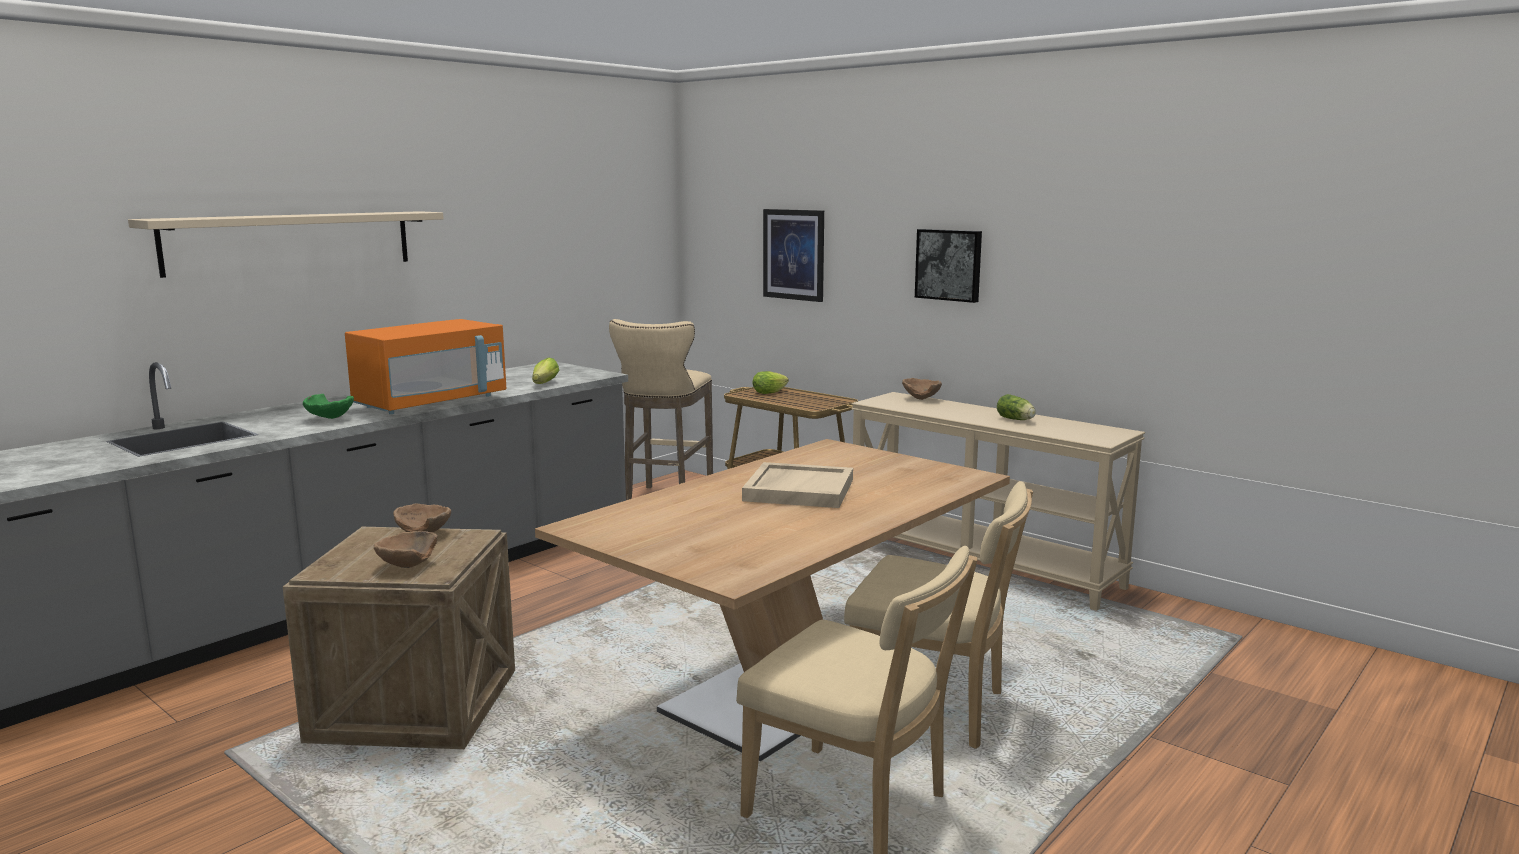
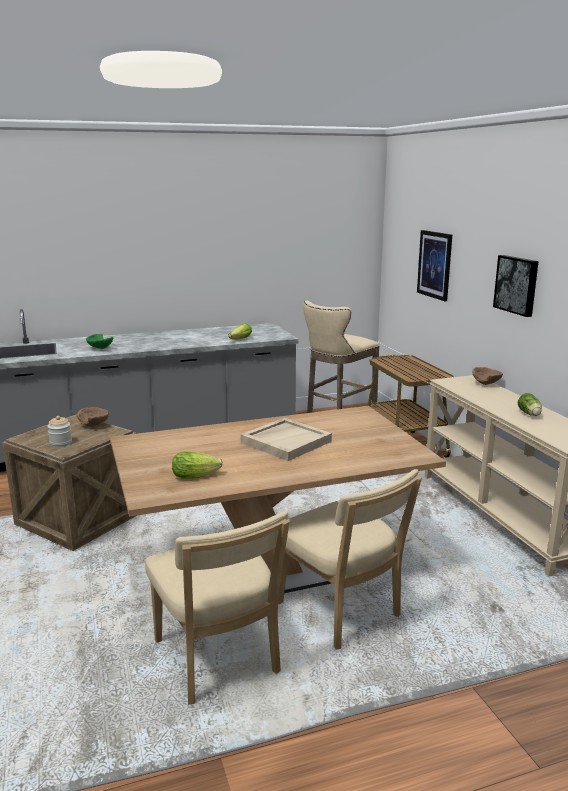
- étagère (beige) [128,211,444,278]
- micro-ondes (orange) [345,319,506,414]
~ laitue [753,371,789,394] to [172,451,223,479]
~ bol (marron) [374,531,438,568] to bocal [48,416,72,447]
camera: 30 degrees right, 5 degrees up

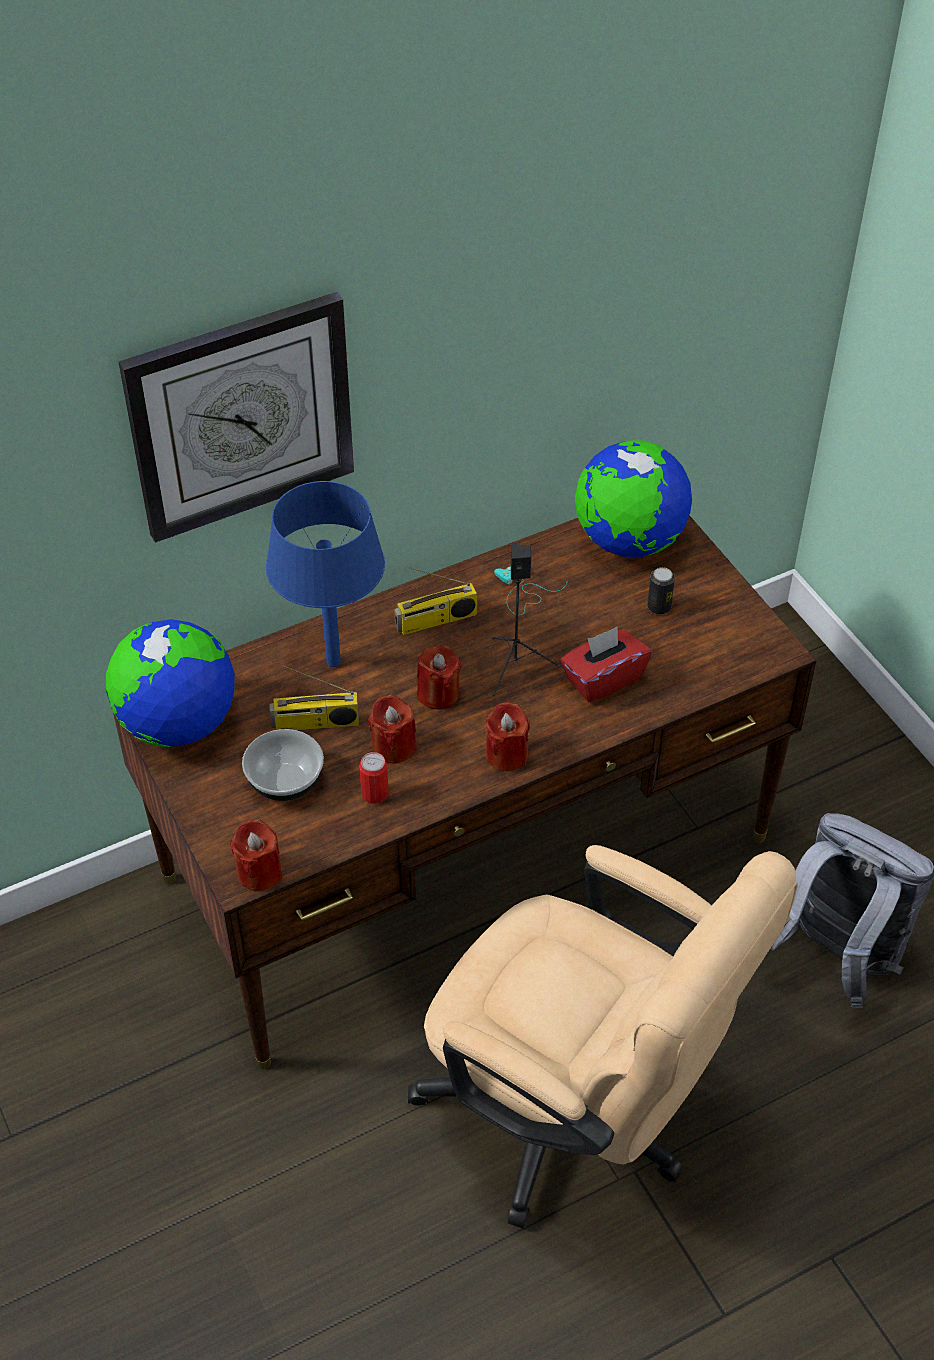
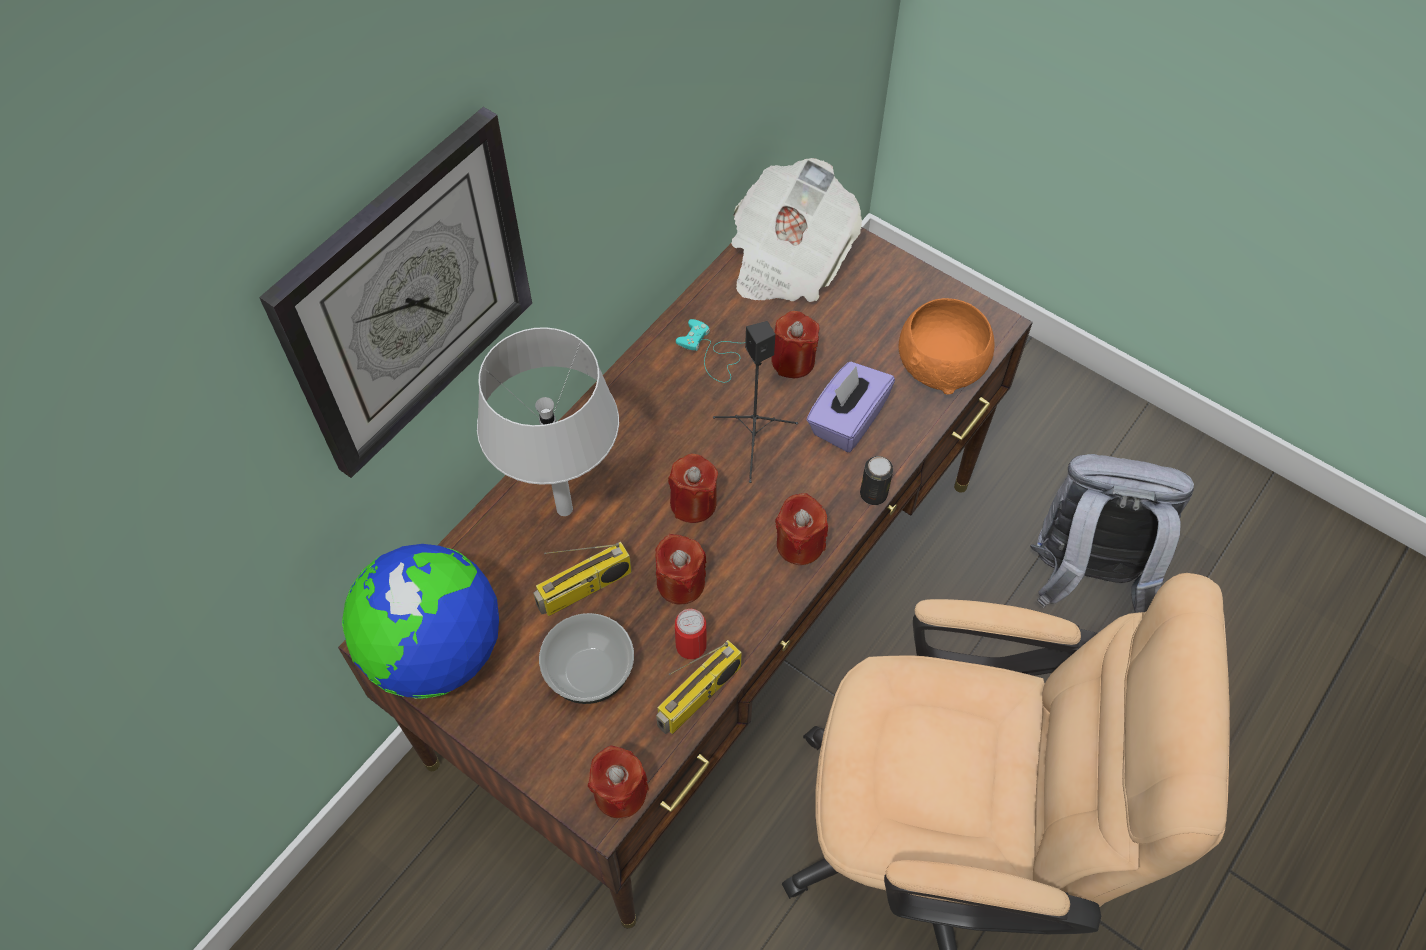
+ bougie (rouge) [772,311,820,378]
+ bol (orange) [899,298,995,394]
~ radio [394,567,477,635] to [656,640,742,734]
~ boîte métallique [647,567,675,614] to [860,456,893,505]
~ globe [575,440,692,557] to journal [731,158,862,302]
~ lampe de table (bleu) [266,481,385,667] to lampe de table (gris) [477,327,619,516]
~ boîte à mouchoirs (rouge) [560,627,651,703] to boîte à mouchoirs (violet) [806,362,895,452]
camera: 25 degrees left, 10 degrees up

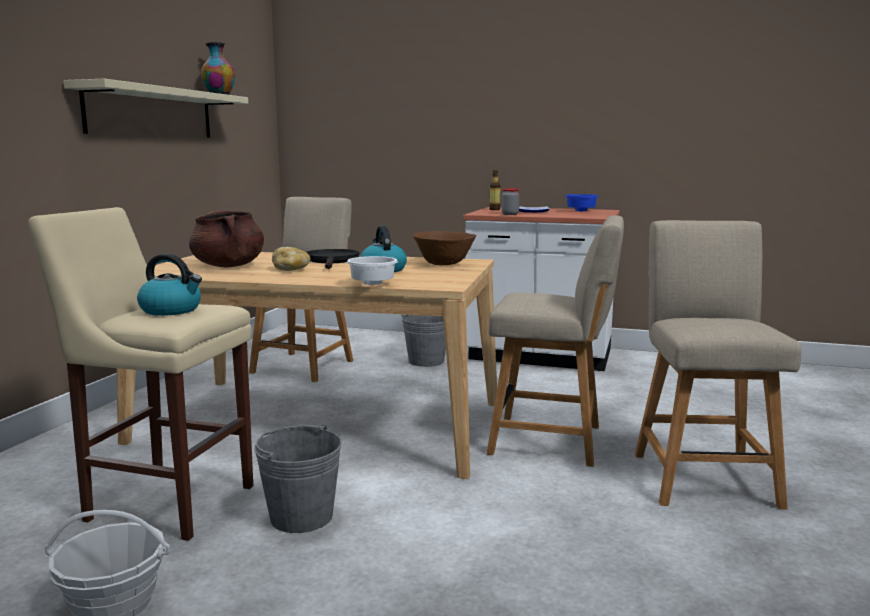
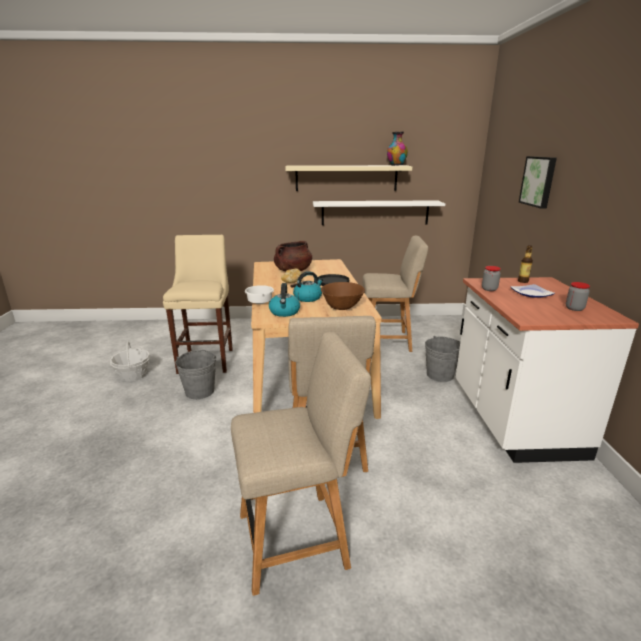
+ étagère (blanc) [313,200,445,225]
+ tableau [519,156,557,209]
~ bouilloire [137,254,202,316] to [269,283,300,317]
~ bol (bleu) [565,194,599,212] to bocal [566,282,590,311]
camera: 70 degrees right, 10 degrees up

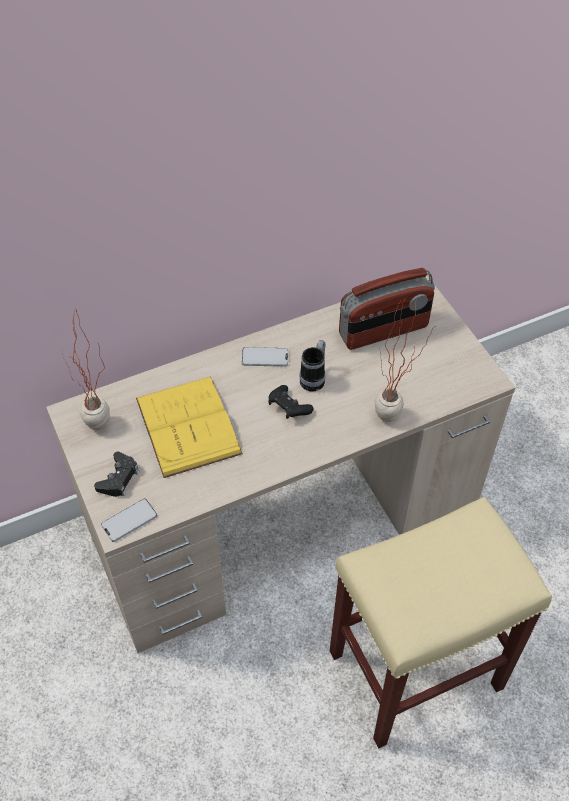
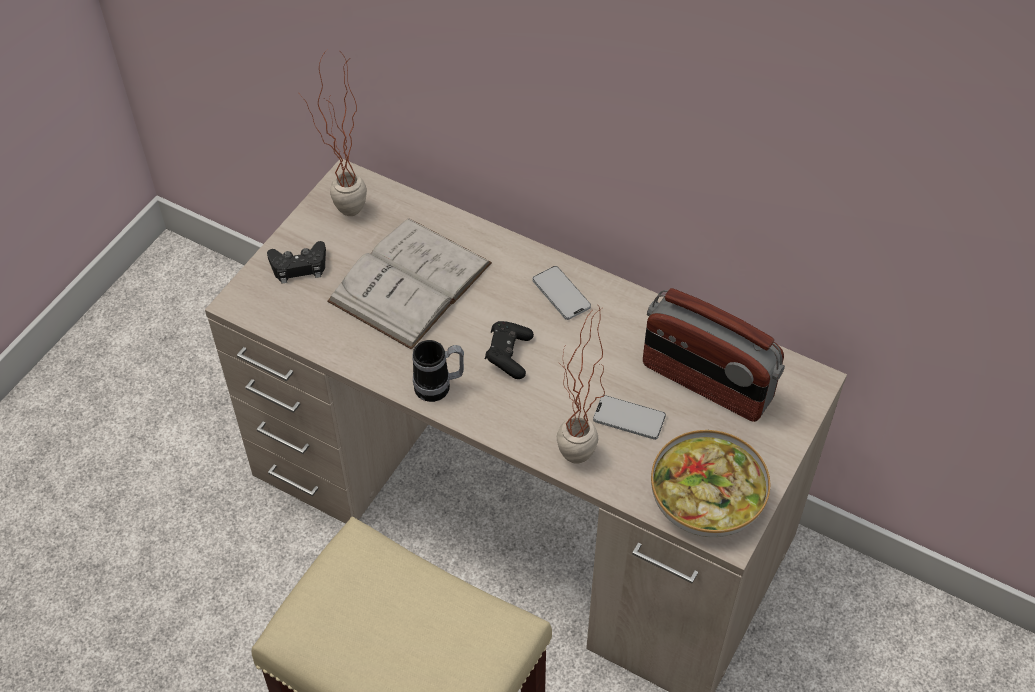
+ bol [651,430,770,537]
~ téléphone [101,498,157,542] to [593,395,666,440]
~ mug [300,340,326,391] to [413,340,464,402]
~ livre (jaune) [136,377,243,478] to livre (blanc) [327,218,492,350]
camera: 55 degrees right, 0 degrees up

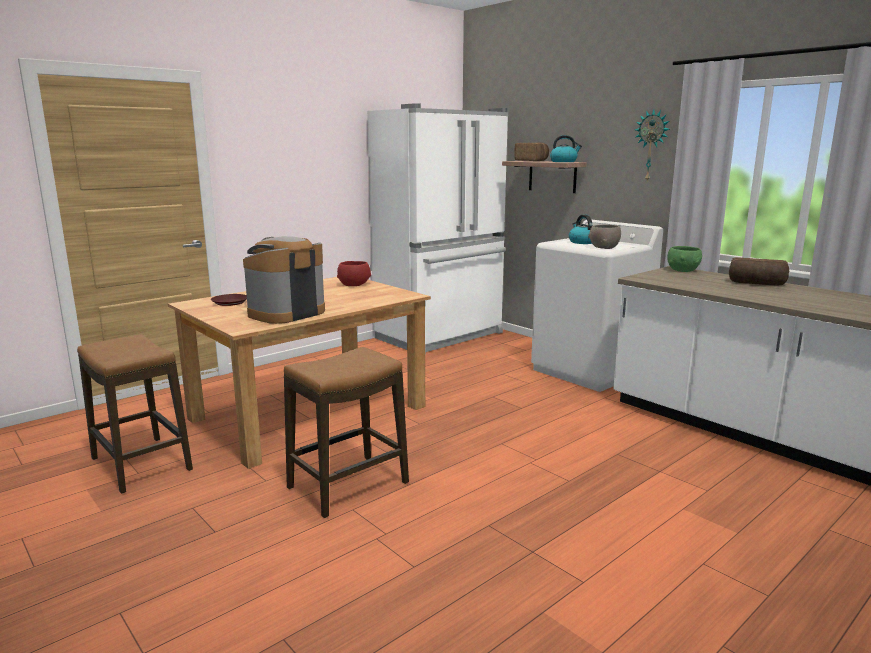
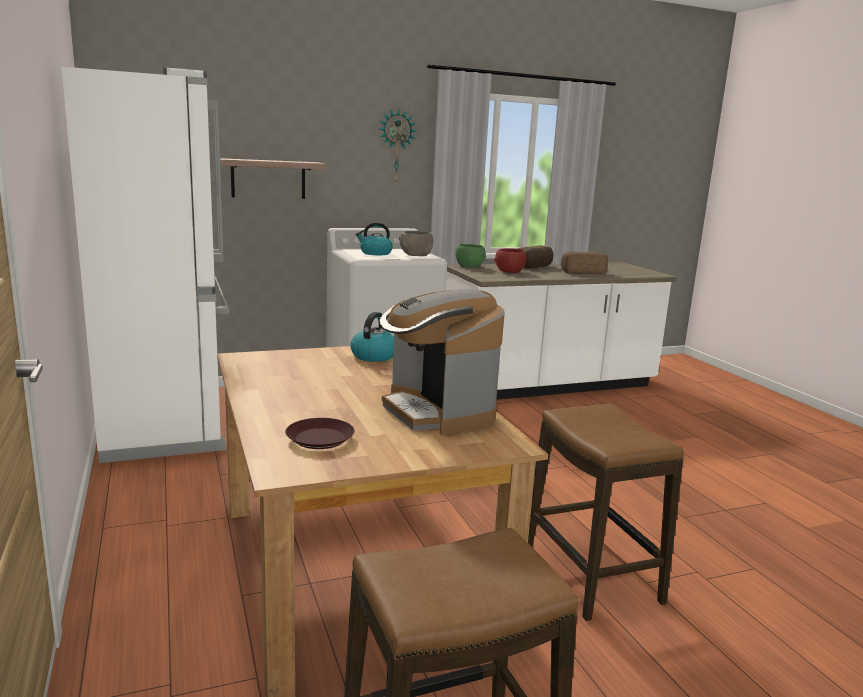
~ bol (rouge) [337,261,371,286] to [494,248,526,273]
~ pain [514,142,549,161] to [561,252,608,274]
~ bouilloire [550,135,582,162] to [350,312,394,362]
camera: 70 degrees left, 0 degrees up

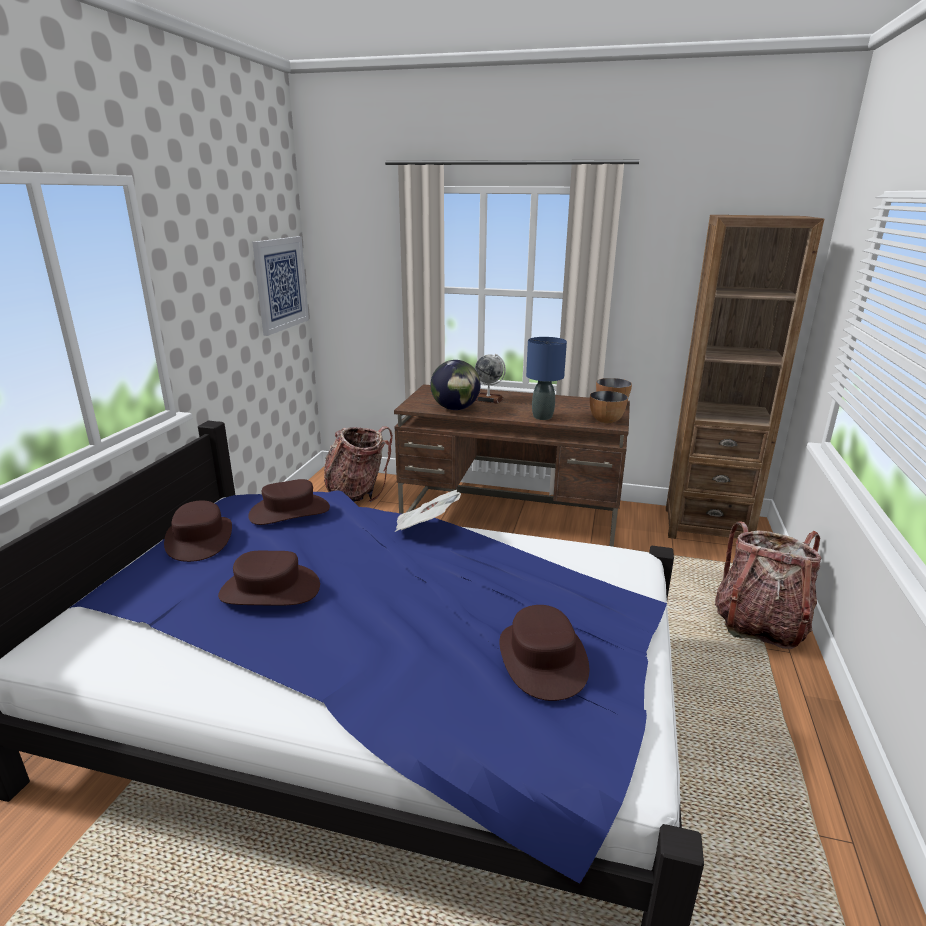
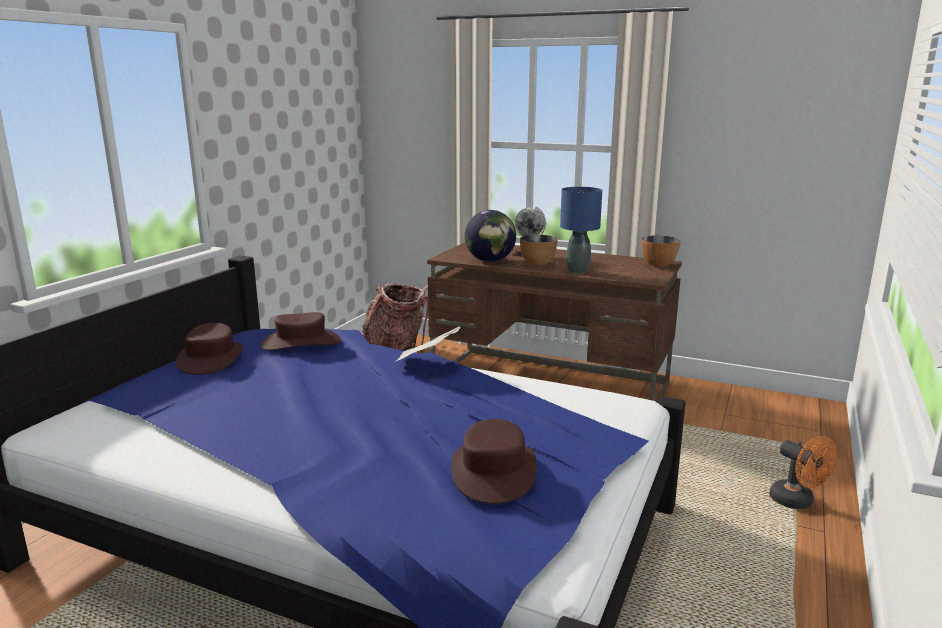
- chapeau (marron) [218,551,320,606]
- tableau [252,236,309,336]
- bibliothèque (marron) [666,215,824,539]
~ bol [590,391,628,423] to [520,235,557,266]
~ sac à dos [715,521,821,649] to ventilateur (orange) [769,436,837,509]
camera: 10 degrees right, 5 degrees down

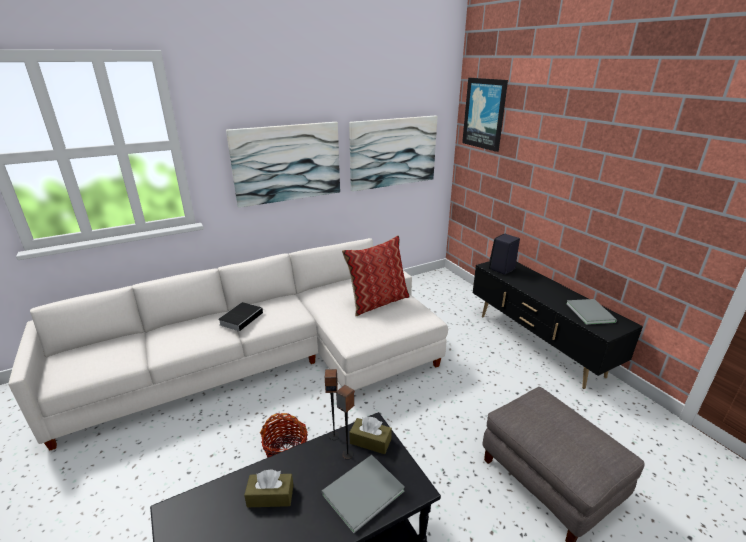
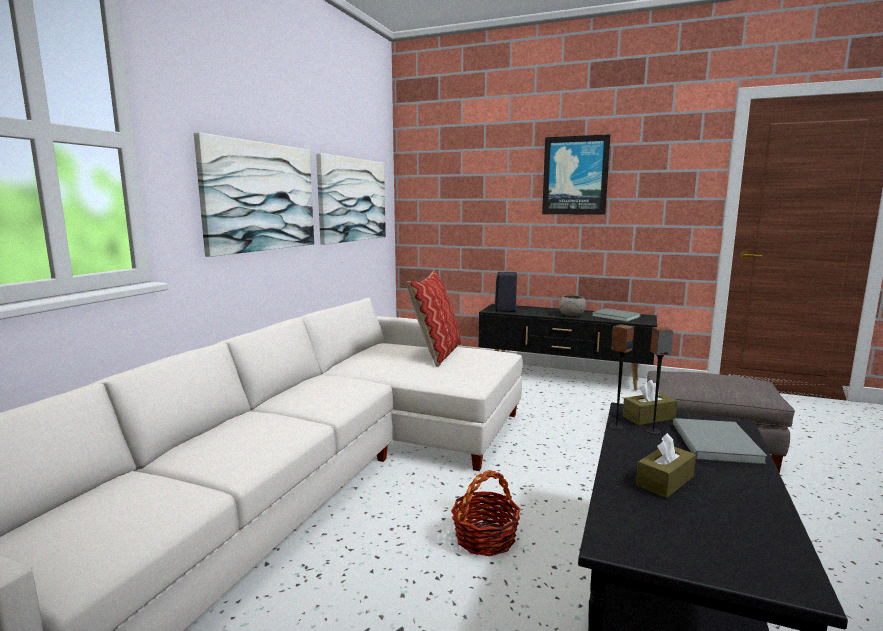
- livre [218,302,264,331]
+ bol (gris) [559,295,586,317]
~ tableau [462,78,508,152] to [542,134,610,215]
camera: 40 degrees left, 15 degrees down

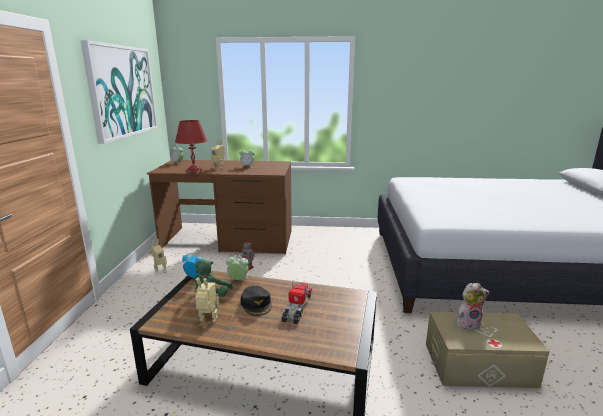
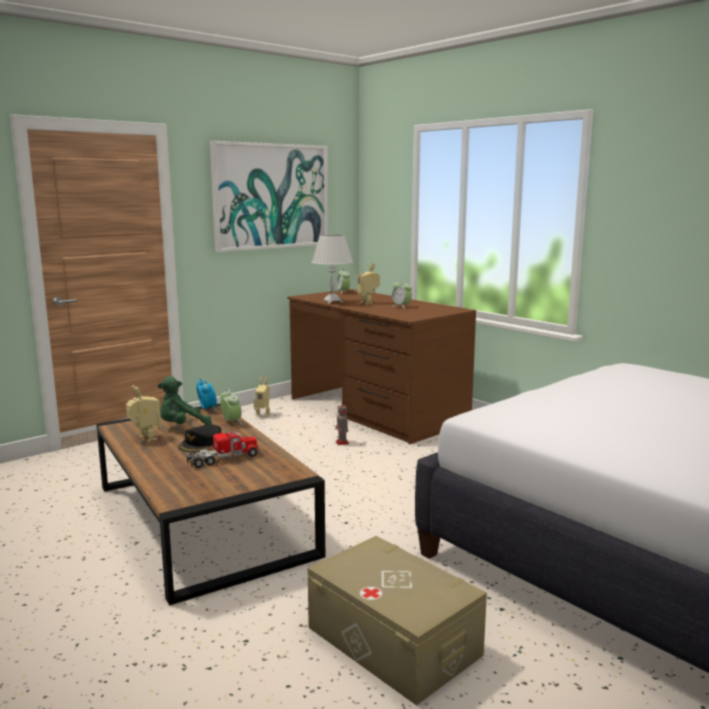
- peluche [456,283,490,330]
~ lampe de table (rouge) [175,120,208,173] to lampe de table (blanc) [312,235,353,304]
camera: 45 degrees right, 5 degrees down

